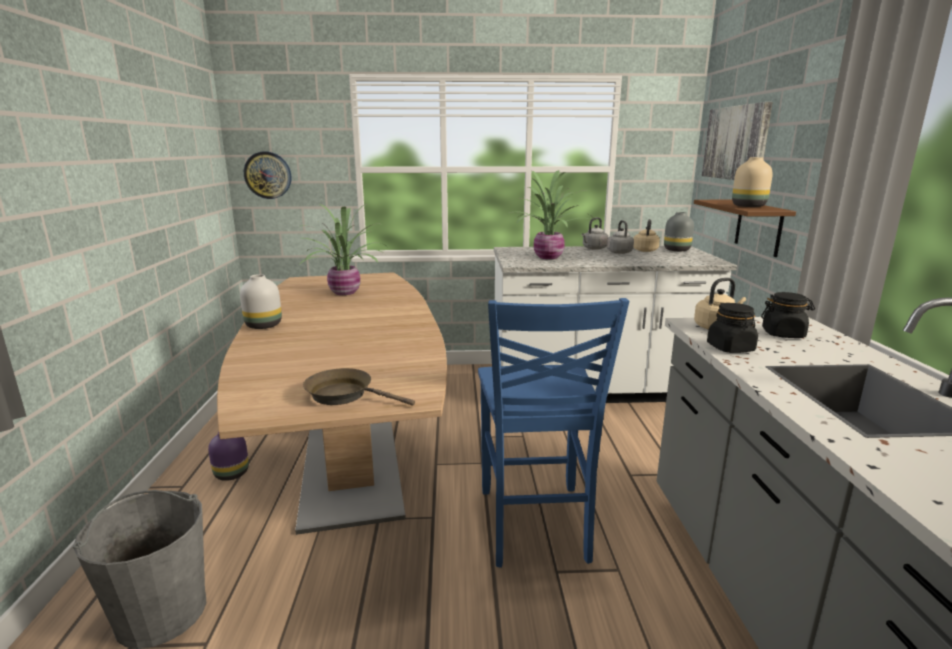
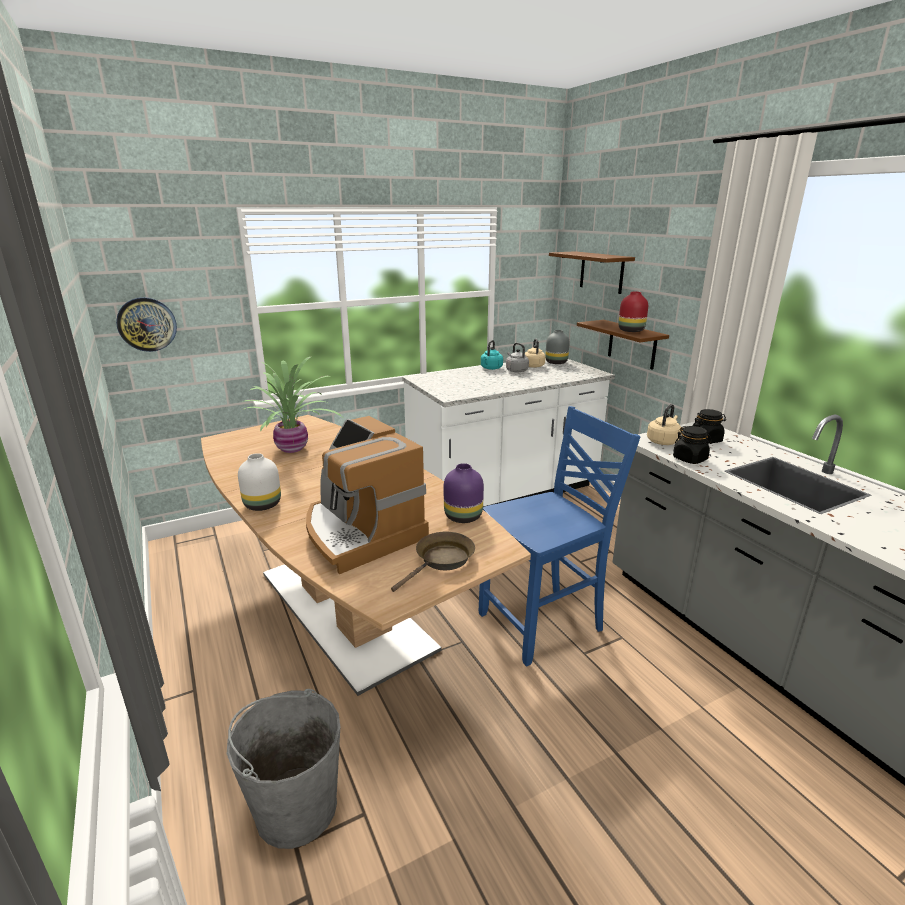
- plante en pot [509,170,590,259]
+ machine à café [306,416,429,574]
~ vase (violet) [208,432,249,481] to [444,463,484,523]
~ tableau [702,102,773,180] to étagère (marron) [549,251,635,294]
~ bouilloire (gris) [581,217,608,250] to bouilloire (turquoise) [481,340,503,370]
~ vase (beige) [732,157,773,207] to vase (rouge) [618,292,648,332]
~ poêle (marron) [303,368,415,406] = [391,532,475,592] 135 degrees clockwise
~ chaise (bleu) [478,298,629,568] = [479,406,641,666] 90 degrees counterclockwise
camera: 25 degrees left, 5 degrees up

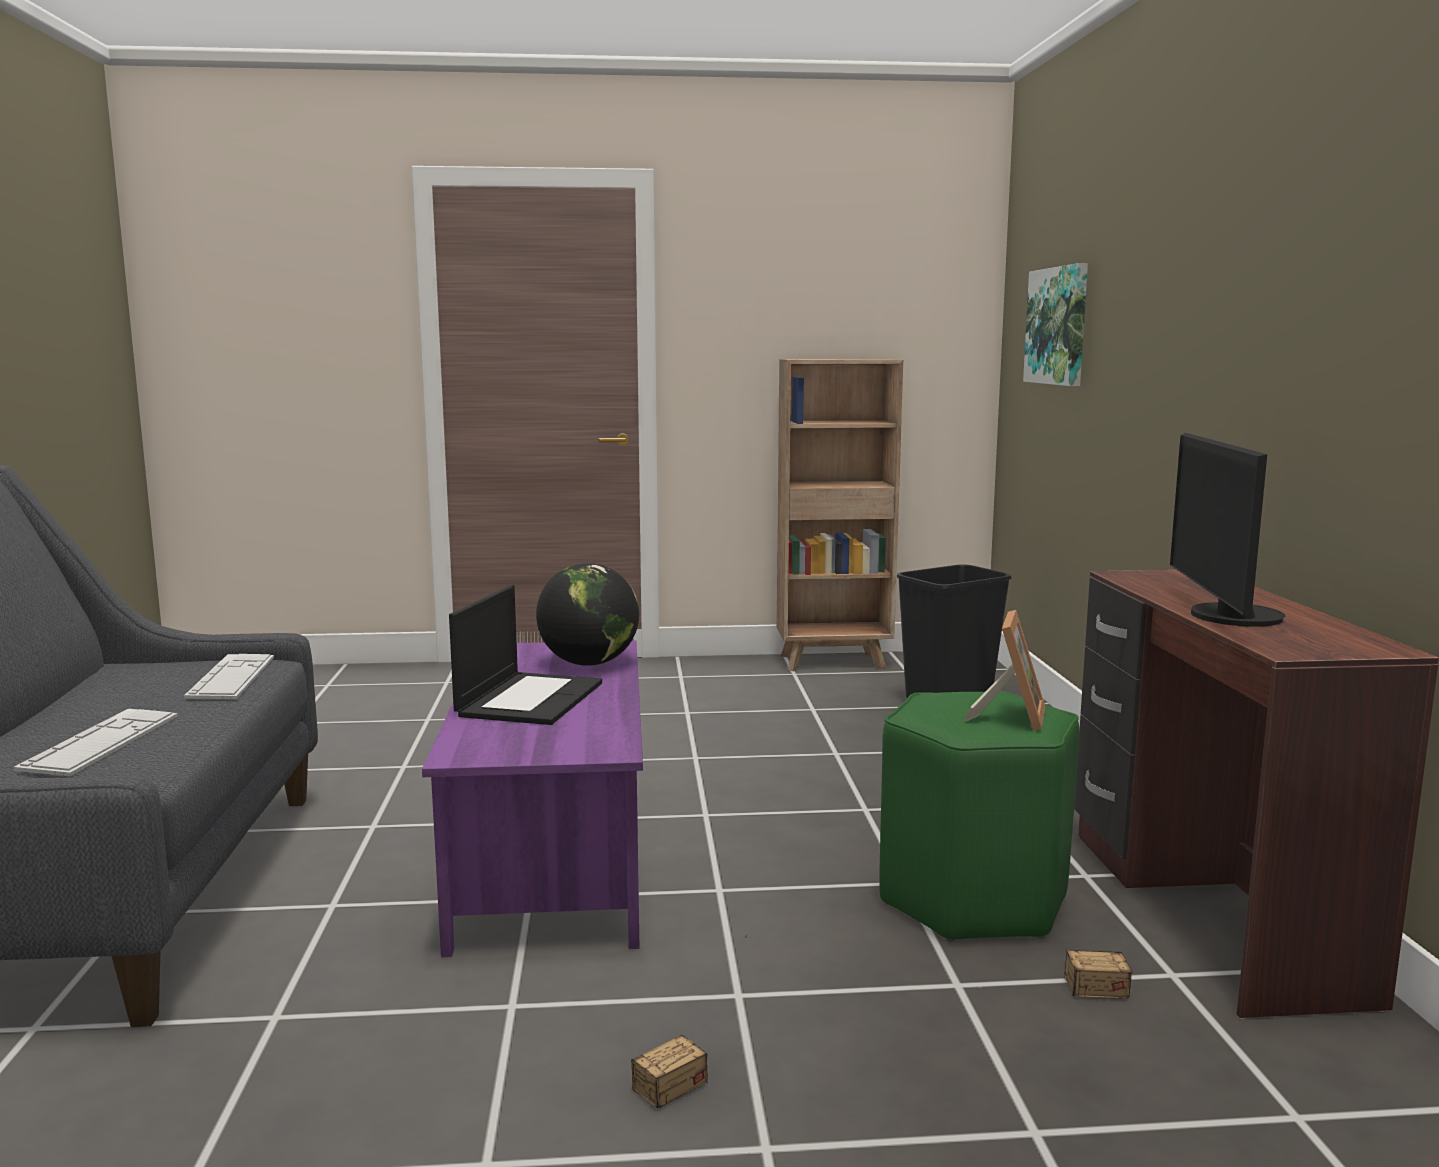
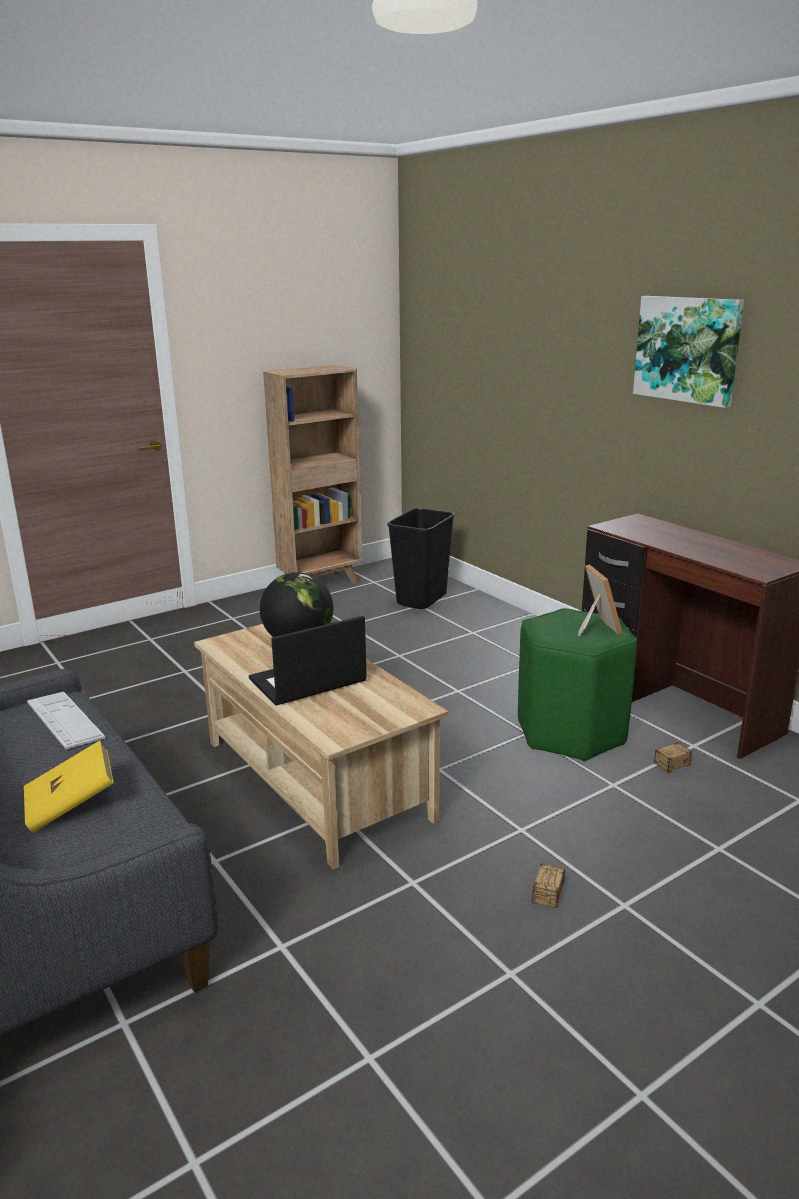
- écran d'ordinateur [1170,433,1285,627]
~ tableau [1023,263,1088,386] to [633,296,744,408]
~ clavier [14,709,178,776] to livre (jaune) [24,740,114,833]
~ table basse (violet) [422,640,643,957] to table basse (beige) [194,624,448,869]
~ ordinateur portable [449,585,602,725] = [249,616,367,706] 105 degrees counterclockwise
camera: 30 degrees left, 10 degrees up

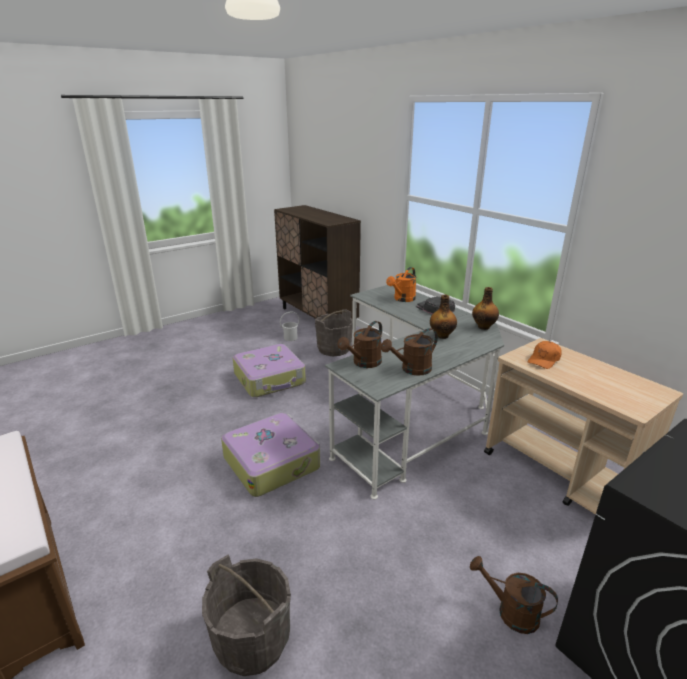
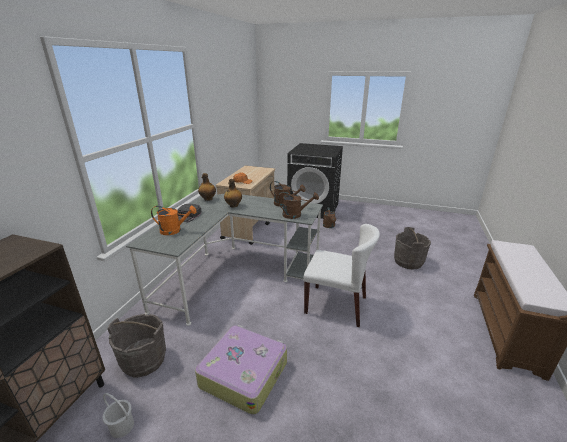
~ valise [221,413,320,497] to chaise (blanc) [303,224,380,327]
camera: 125 degrees left, 0 degrees up

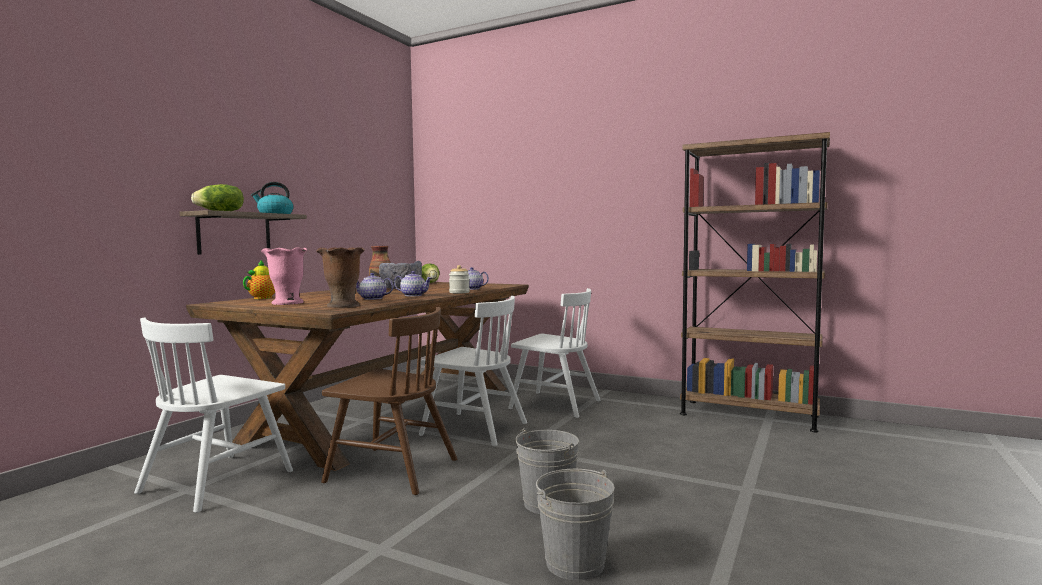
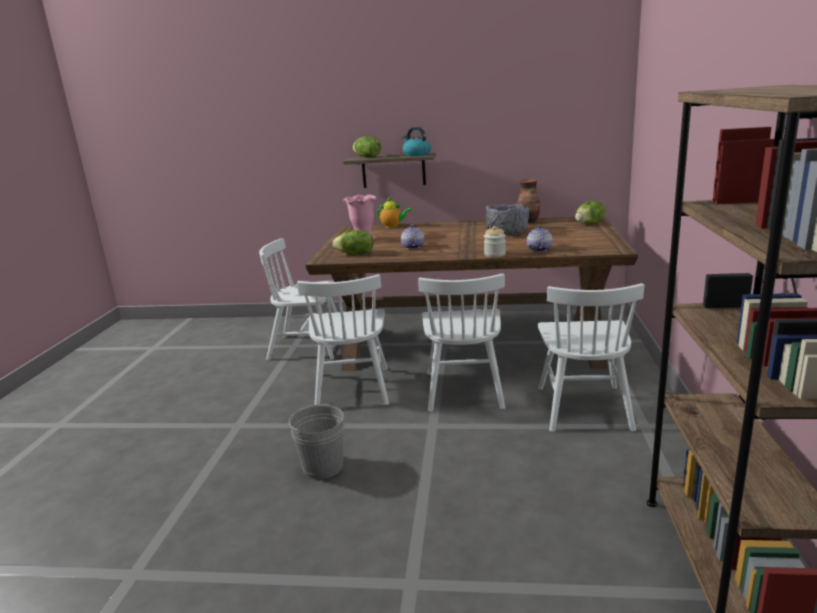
- théière [394,271,432,297]
- seau (gris) [536,469,615,580]
~ vase (marron) [316,247,365,308] to laitue [333,230,374,255]
~ chaise (marron) [321,307,457,495] to chaise (blanc) [297,274,389,406]
camera: 70 degrees right, 15 degrees up

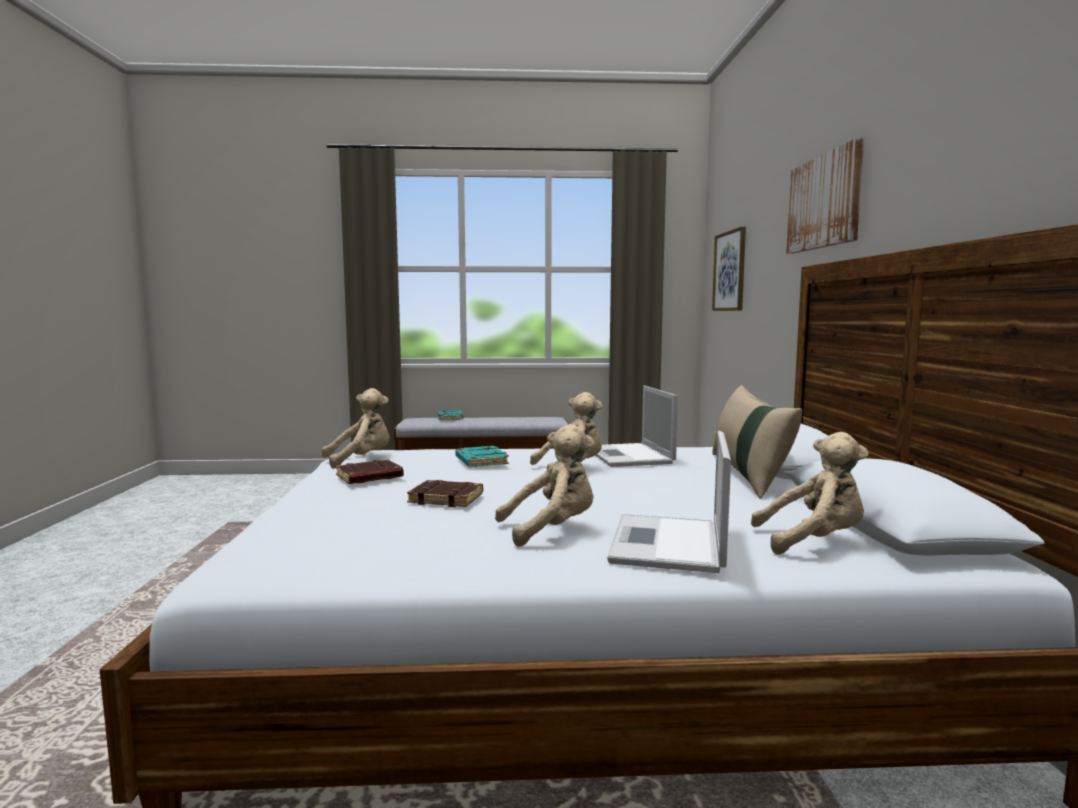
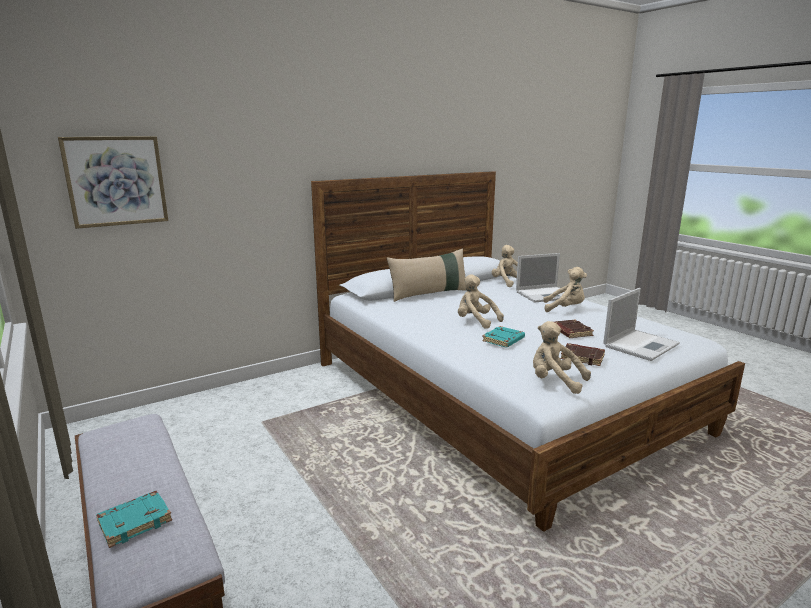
- tableau [786,138,864,254]
~ ordinateur portable [595,385,678,467] to [603,288,680,361]
~ peluche (beige) [495,424,595,547] = [543,267,587,312] 150 degrees clockwise
camera: 120 degrees left, 10 degrees up

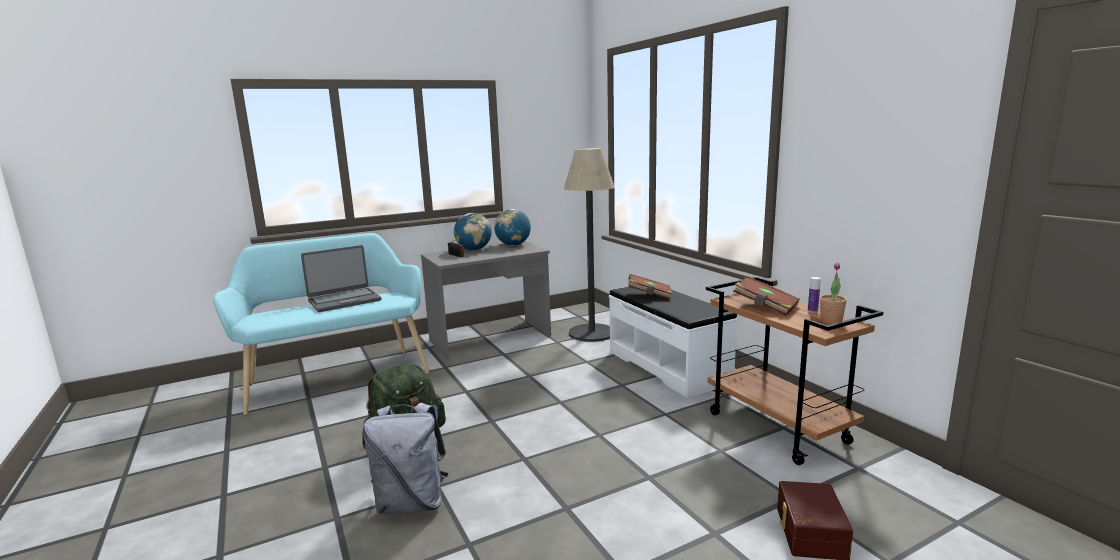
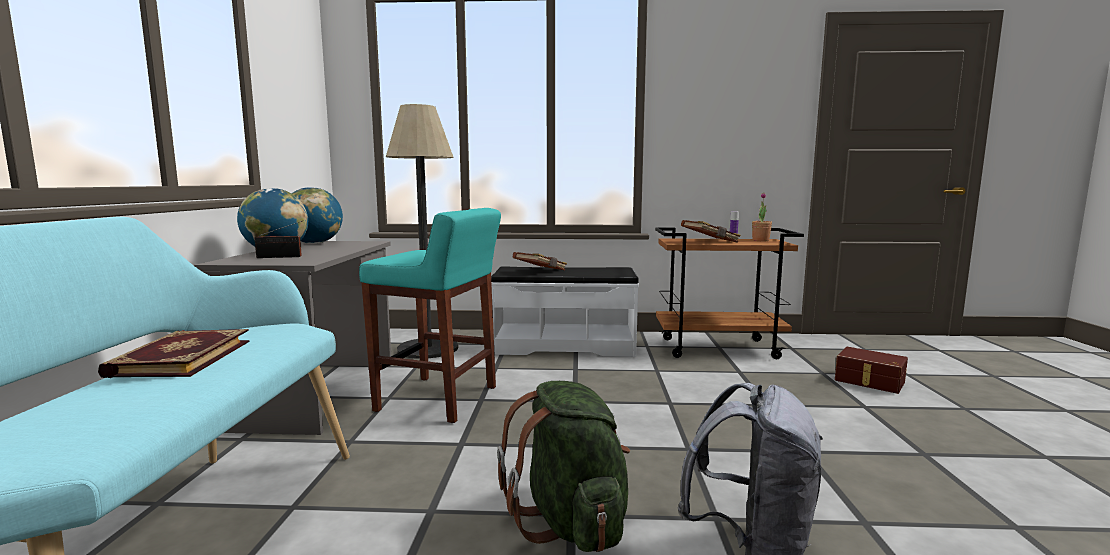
+ tabouret (turquoise) [359,208,501,423]
~ ordinateur portable [301,245,381,312] to livre [98,329,250,378]
camera: 60 degrees left, 5 degrees down

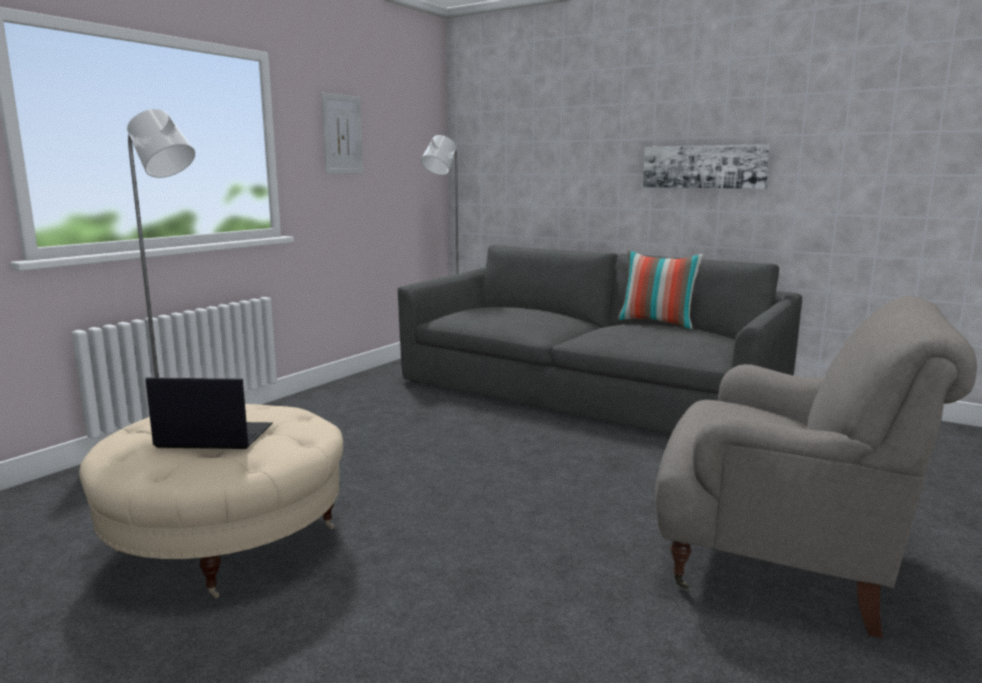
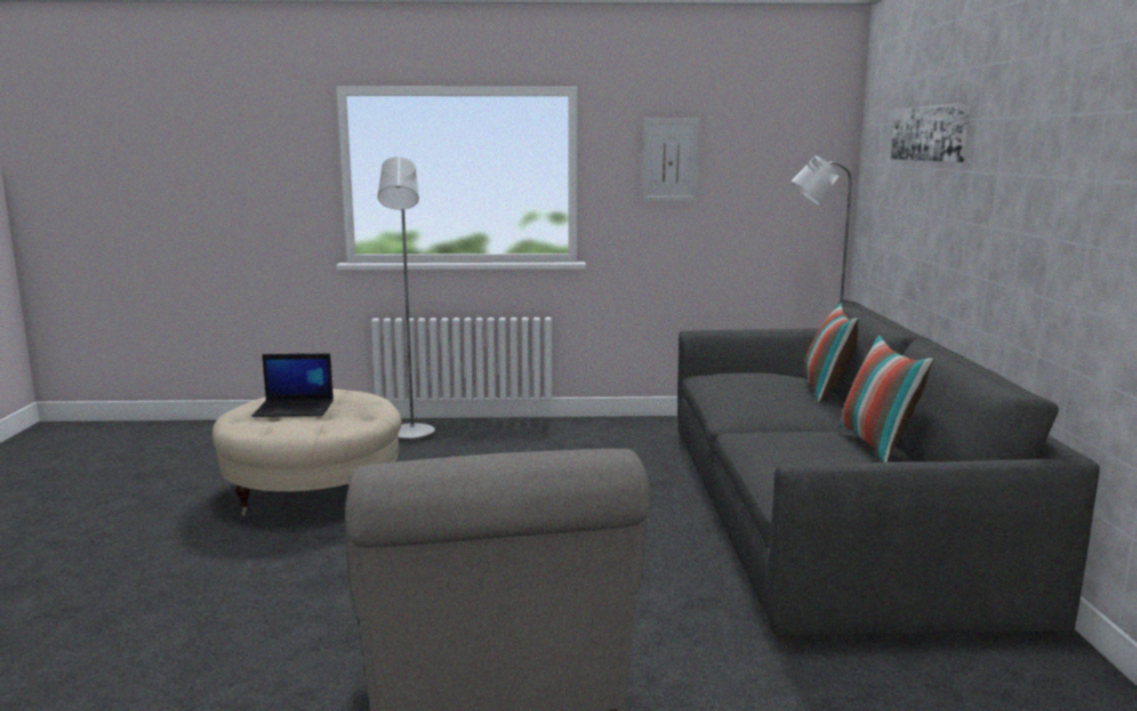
+ coussin [805,302,858,402]
~ tableau [643,144,770,189] to [891,103,970,162]
~ ordinateur portable [146,378,273,449] = [251,353,334,417] 120 degrees clockwise
camera: 55 degrees right, 0 degrees up

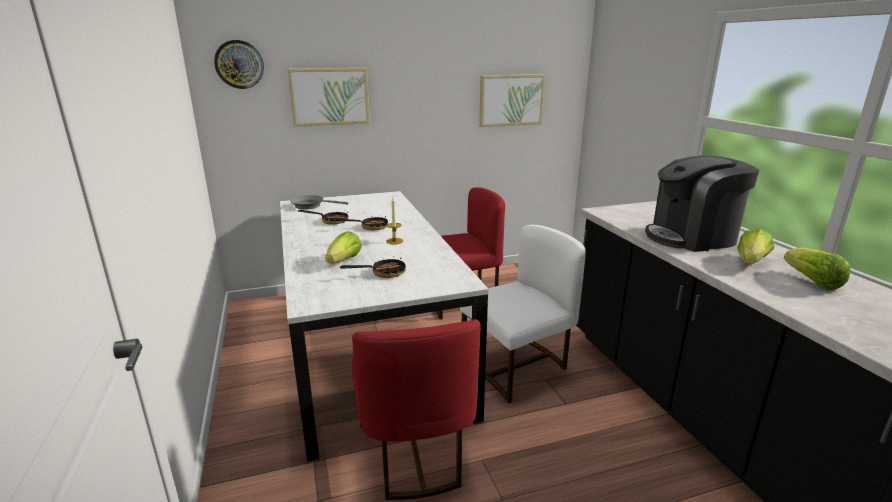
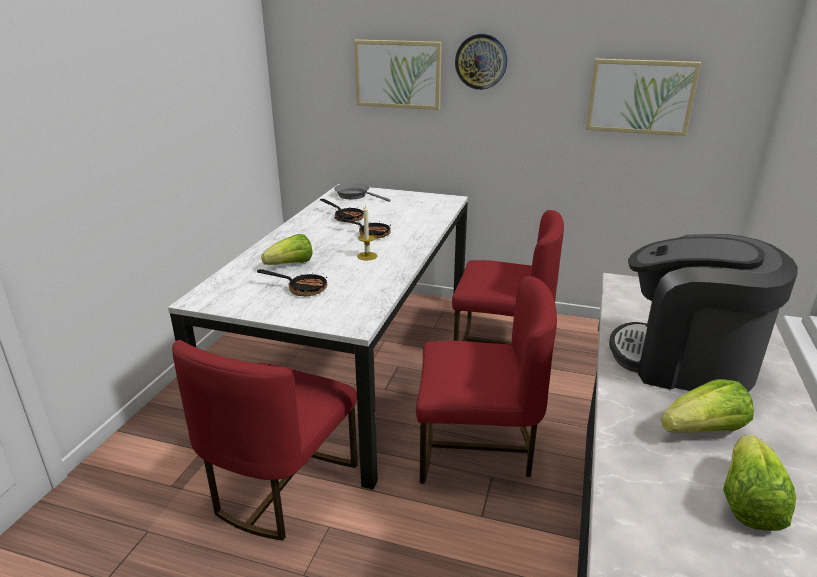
~ horloge murale [214,40,264,89] to [455,34,507,90]
~ chaise (blanc) [460,225,585,403] to chaise (rouge) [416,276,557,484]
camera: 35 degrees right, 5 degrees up

